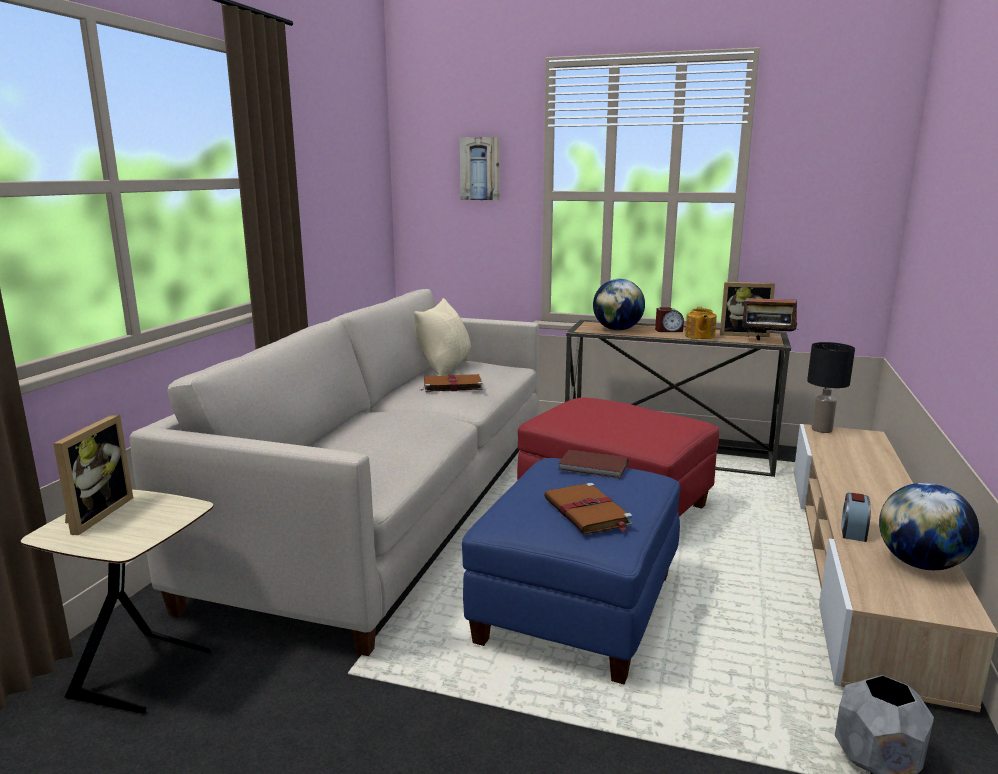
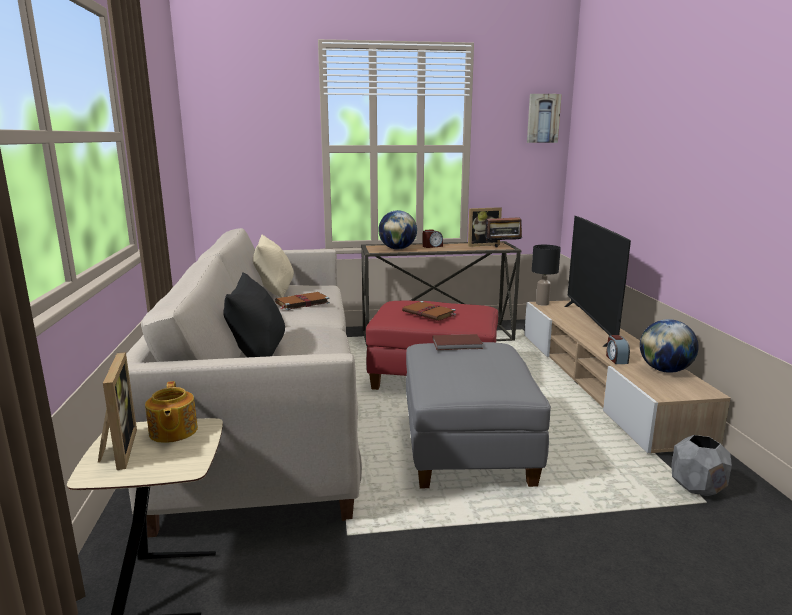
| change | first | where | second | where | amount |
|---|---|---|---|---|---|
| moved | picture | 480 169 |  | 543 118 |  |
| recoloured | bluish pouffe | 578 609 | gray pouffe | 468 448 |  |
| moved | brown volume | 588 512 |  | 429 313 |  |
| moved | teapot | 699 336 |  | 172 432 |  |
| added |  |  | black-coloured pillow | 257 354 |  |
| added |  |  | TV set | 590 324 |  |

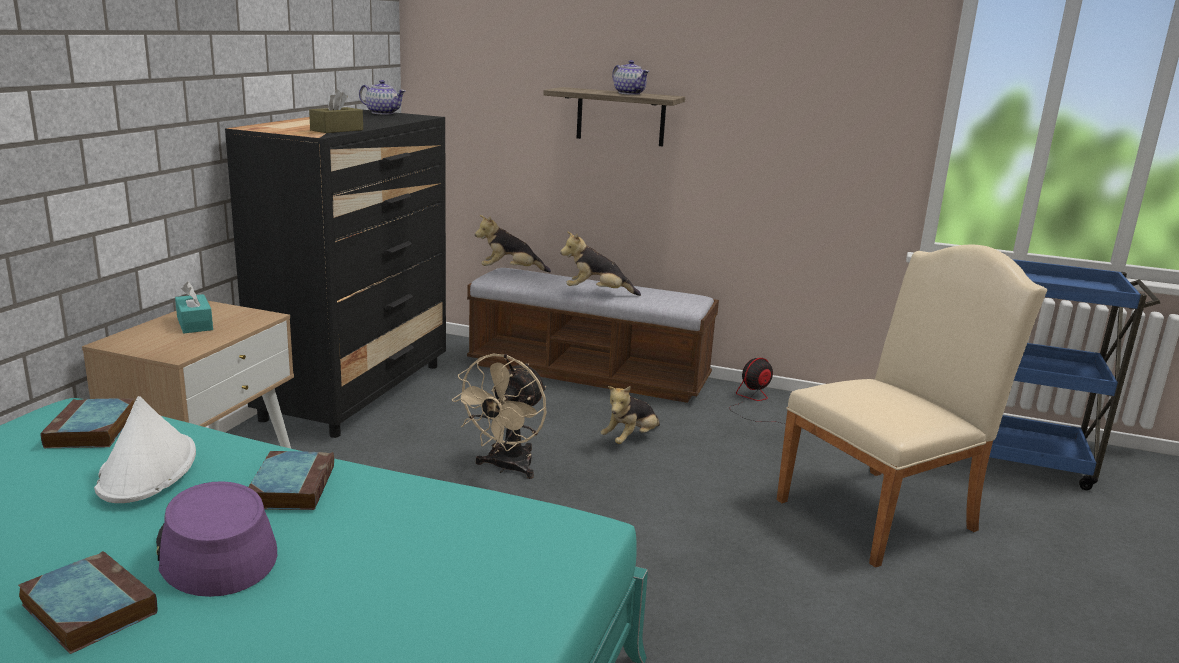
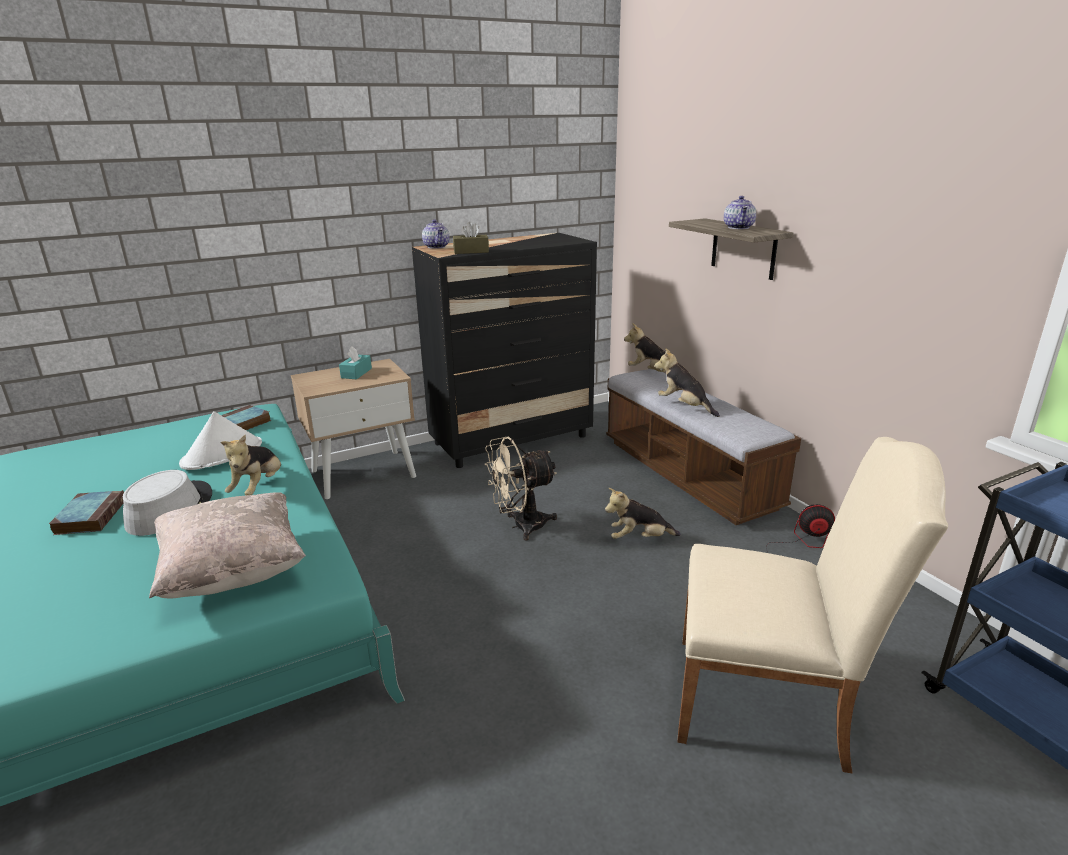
| change | first | where | second | where | amount |
|---|---|---|---|---|---|
| recoloured | purplish clothing hat | 215 550 | gray clothing hat | 169 509 |  |
| replaced | volume | 292 486 | plush toy | 258 487 |  |
| moved | teapot | 383 113 |  | 437 247 |  |
| added |  |  | beige-coloured pillow | 234 571 |  |

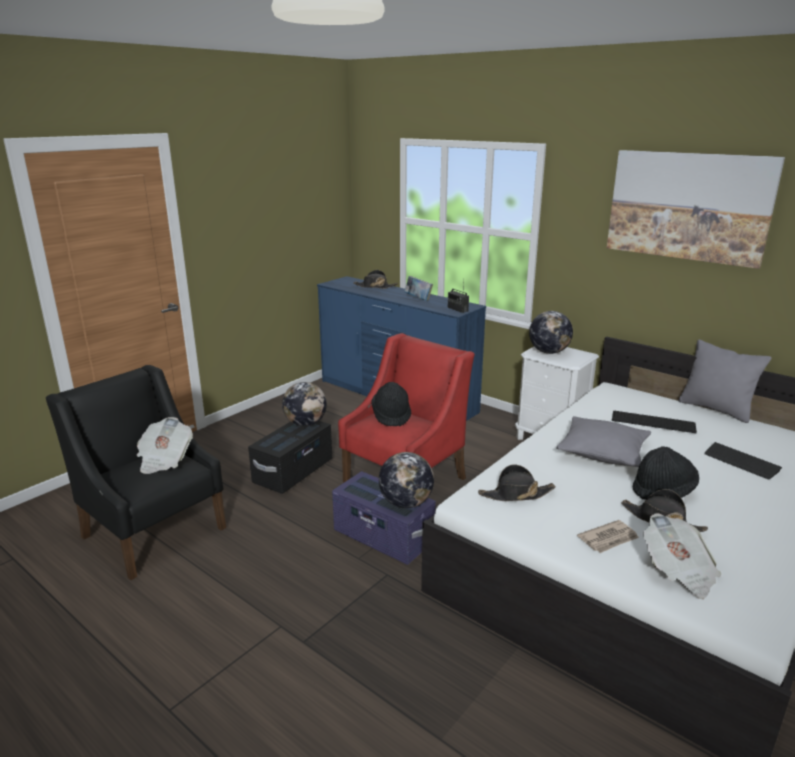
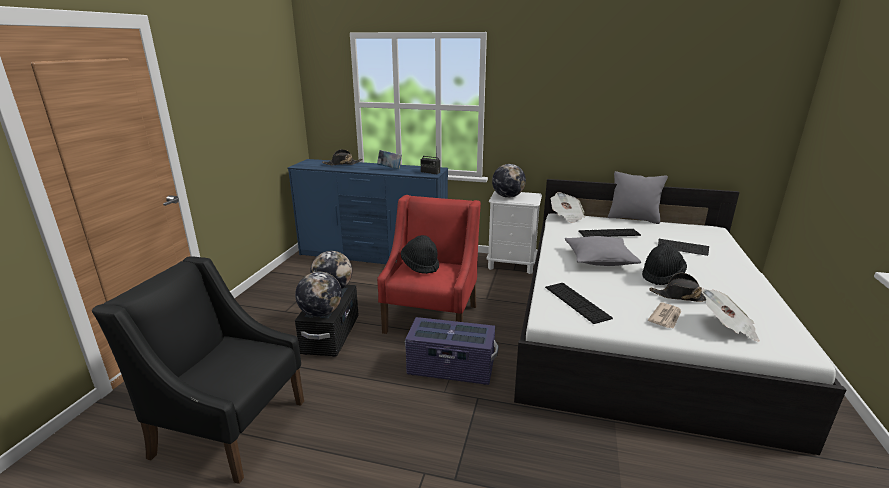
| change | first | where | second | where | amount |
|---|---|---|---|---|---|
| moved | daily paper | 164 459 |  | 566 216 |  |
| moved | desk globe | 406 503 |  | 321 313 |  |
| replaced | black-coloured clothing hat | 516 494 | PC keyboard | 576 302 |  |
| removed | picture | 688 206 |  |  |  |

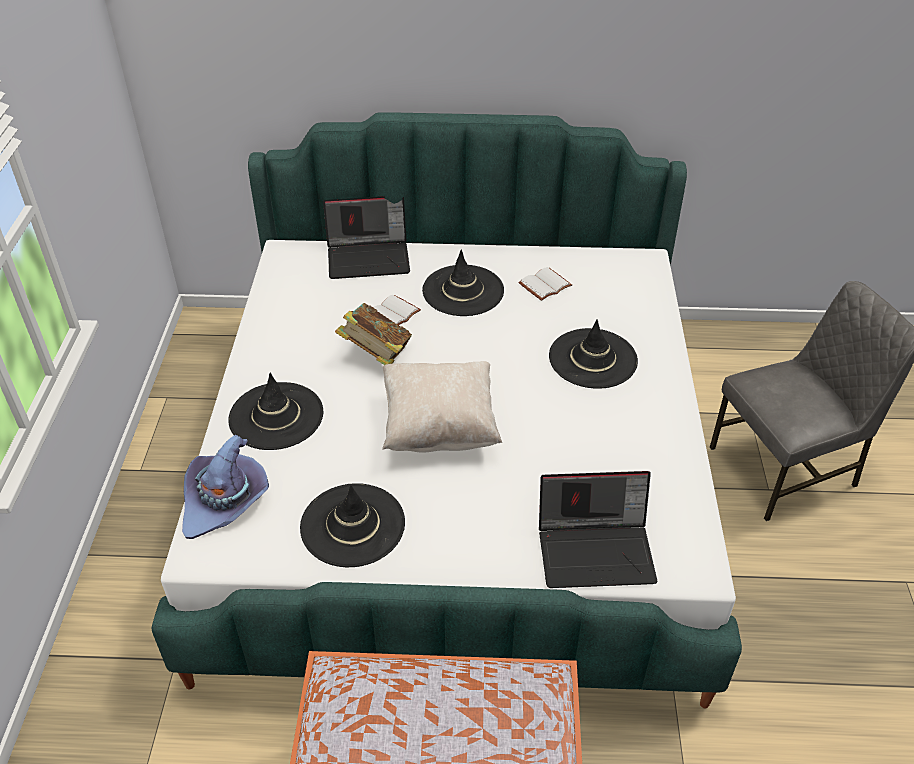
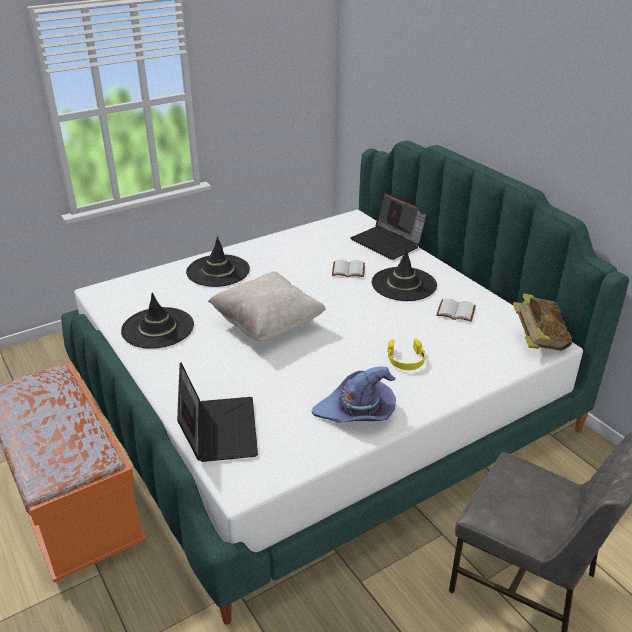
| change | first | where | second | where | amount |
|---|---|---|---|---|---|
| moved | purplish clothing hat | 225 501 |  | 357 412 |  |
| moved | volume | 376 354 |  | 538 342 |  |
| turned | laptop | 596 550 |  | 218 429 | 150 degrees counterclockwise |
| replaced | black-coloured clothing hat | 593 359 | yellowish pair of headphones | 406 359 |  |

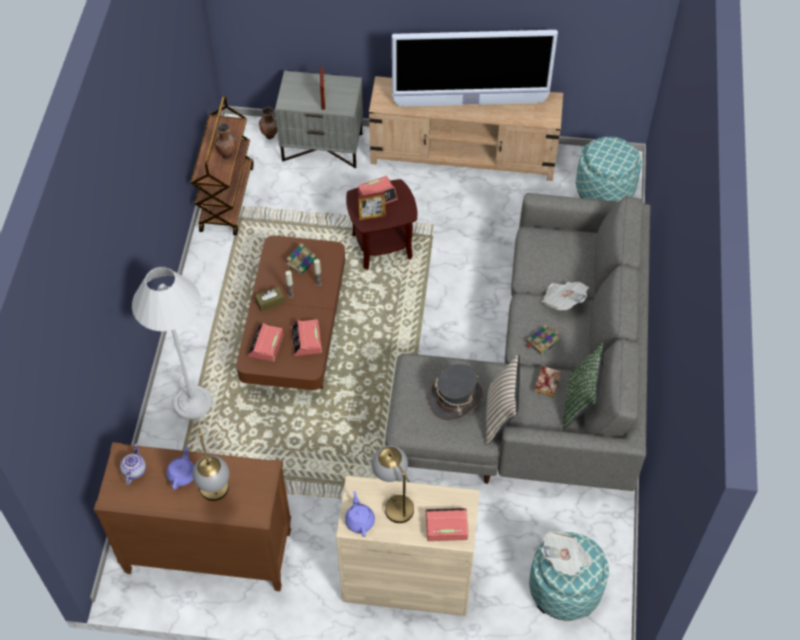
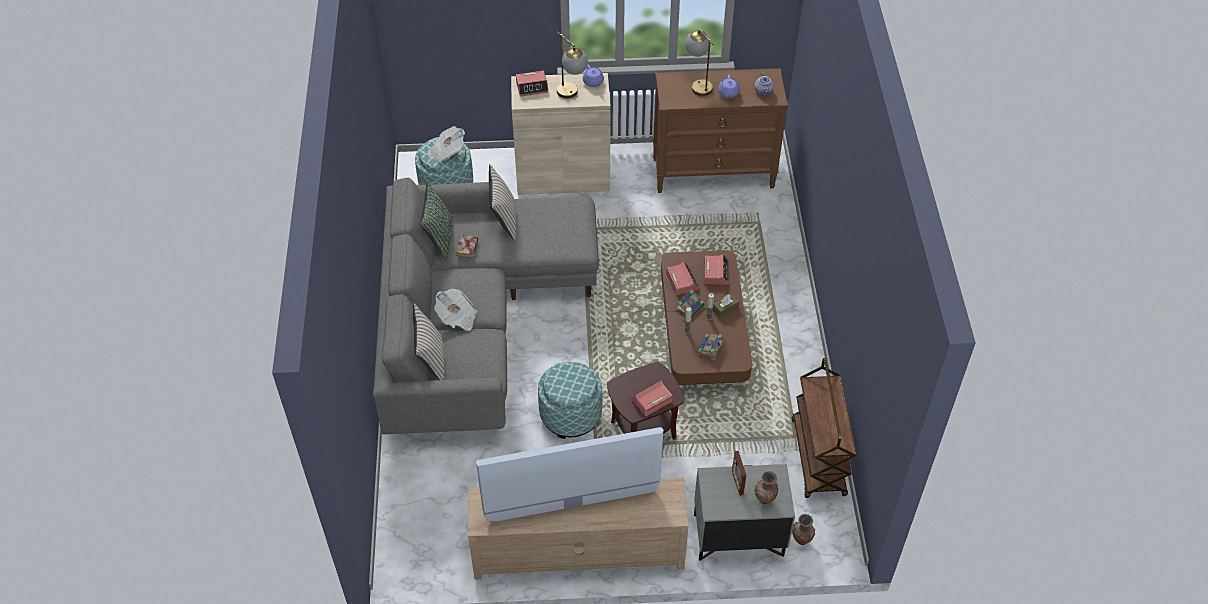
| change | first | where | second | where | amount |
|---|---|---|---|---|---|
| removed | white-coloured standing lamp | 192 402 |  |  |  |
| moved | brown vase | 227 154 |  | 764 500 |  |
| removed | picture frame | 372 217 |  |  |  |
| removed | gray clothing hat | 456 398 |  |  |  |
| moved | volume | 542 342 |  | 690 307 |  |
| moved | pouffe | 604 190 |  | 570 414 |  |
| added |  |  | beige-coloured pillow | 431 361 |  |

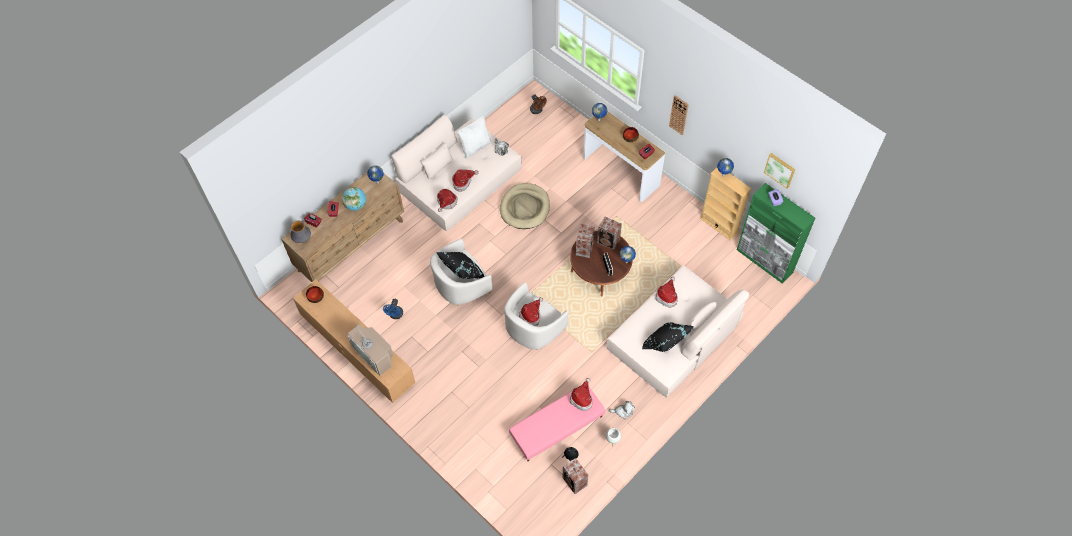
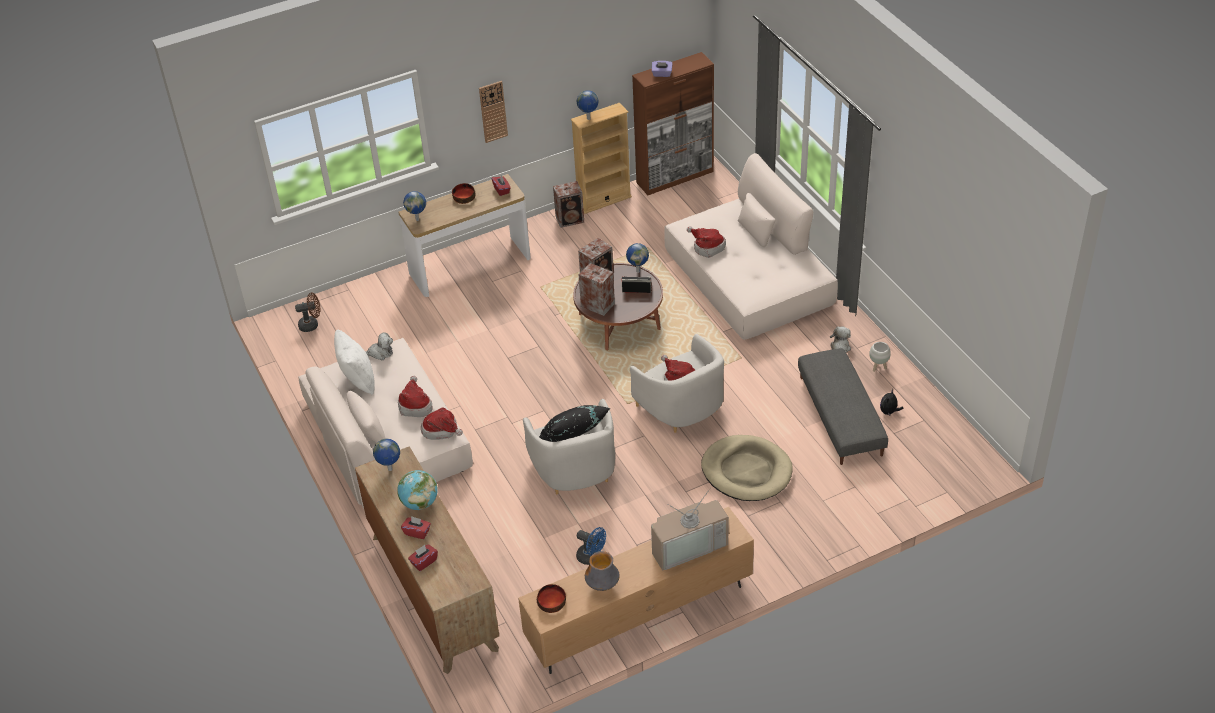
| change | first | where | second | where | amount |
|---|---|---|---|---|---|
| moved | vase | 302 239 |  | 602 586 |  |
| moved | beige-coloured dog cushion | 525 208 |  | 746 471 |  |
| recoloured | pinkish pouffe | 557 427 | gray pouffe | 840 415 |  |
| moved | loudspeaker | 575 482 |  | 570 219 |  |
| removed | clothing hat | 582 398 |  |  |  |
| removed | black-coloured pillow | 665 344 |  |  |  |
| recoloured | green-coloured cupboard | 764 261 | brown cupboard | 675 177 |  |
| removed | picture | 780 169 |  |  |  |

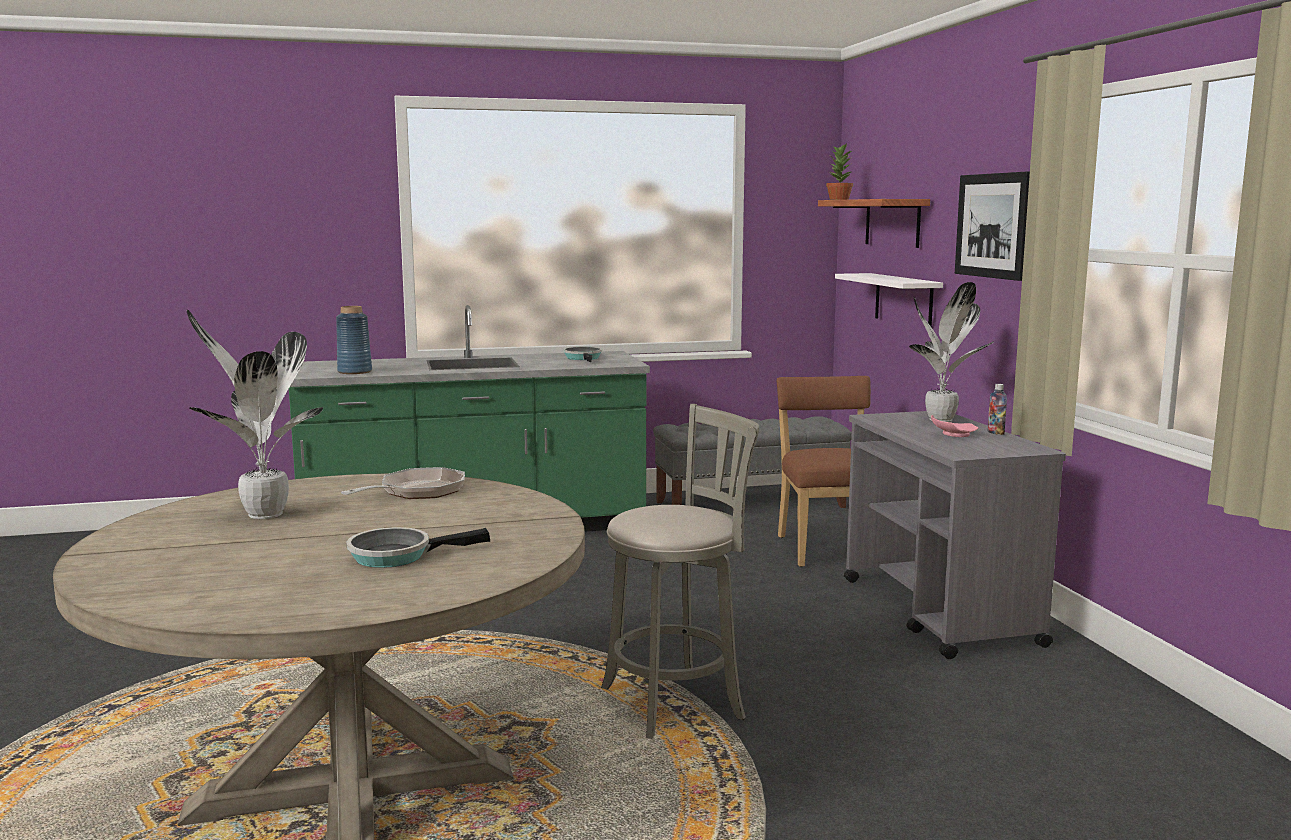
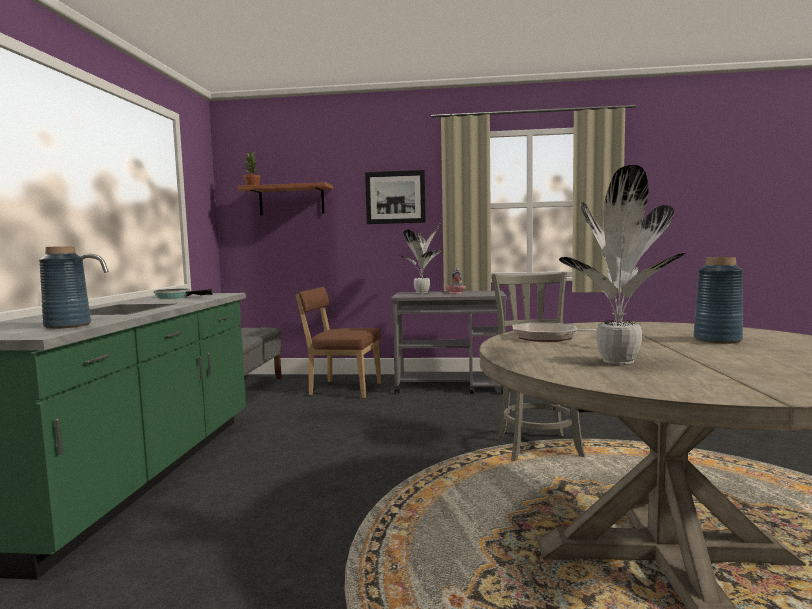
| change | first | where | second | where | amount |
|---|---|---|---|---|---|
| replaced | skillet | 397 555 | bluish vase | 717 340 |  |
| removed | white-coloured wall shelf | 903 300 |  |  |  |

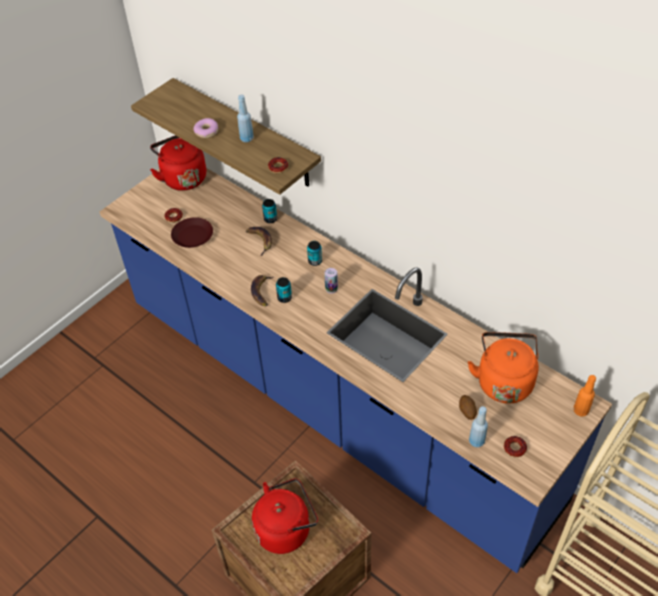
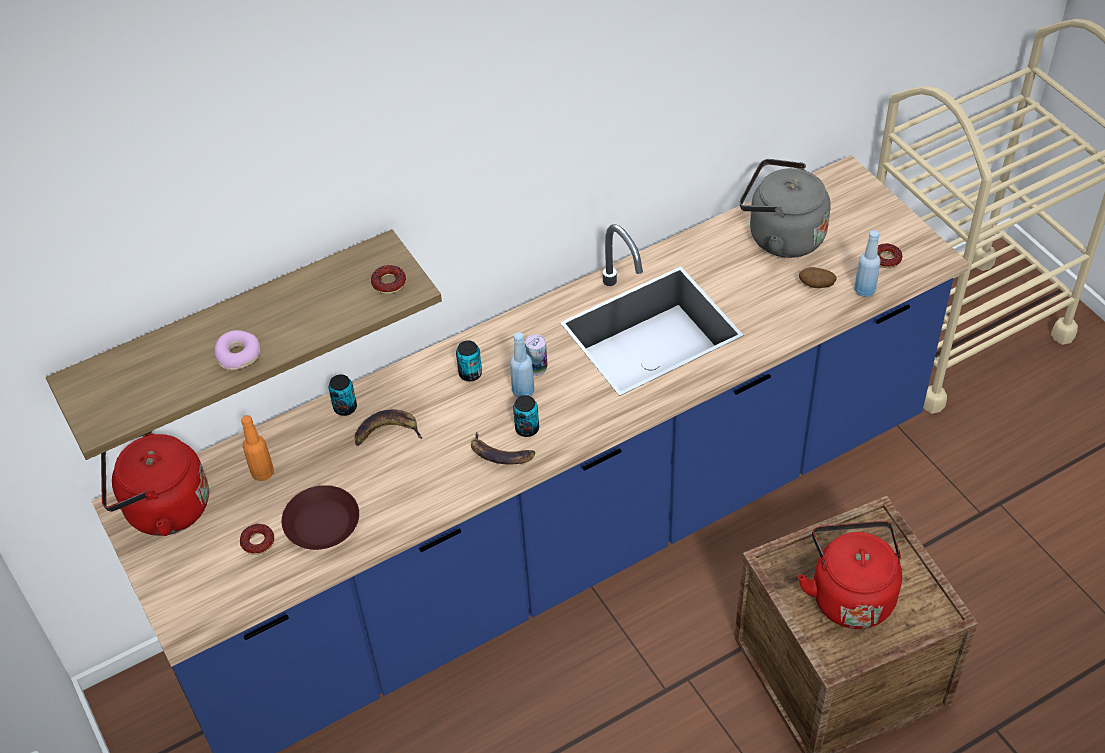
| change | first | where | second | where | amount |
|---|---|---|---|---|---|
| moved | bluish bottle | 246 138 |  | 523 391 |  |
| recoloured | orange-coloured water kettle | 503 381 | gray water kettle | 781 236 |  |
| moved | orange-coloured bottle | 580 410 |  | 262 473 |  |

